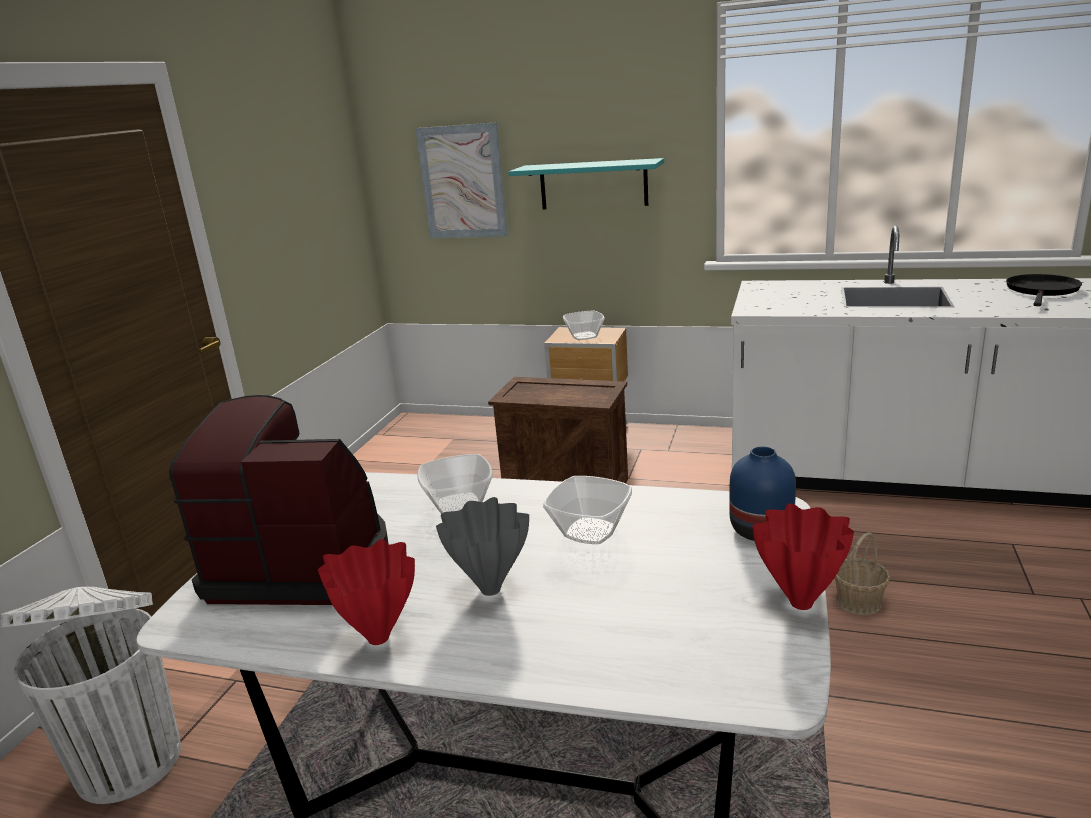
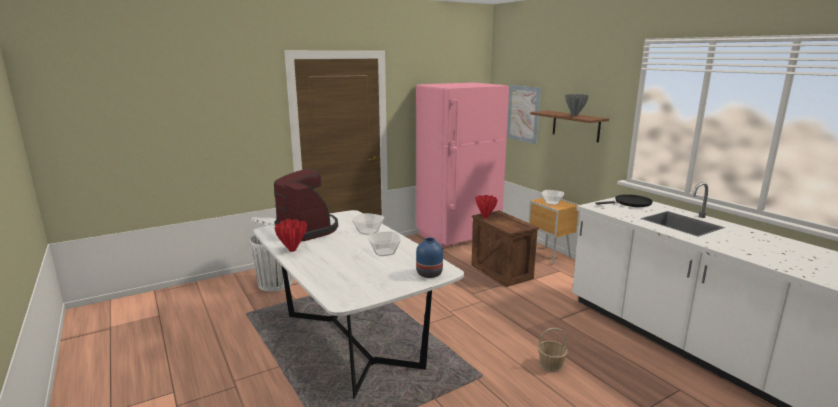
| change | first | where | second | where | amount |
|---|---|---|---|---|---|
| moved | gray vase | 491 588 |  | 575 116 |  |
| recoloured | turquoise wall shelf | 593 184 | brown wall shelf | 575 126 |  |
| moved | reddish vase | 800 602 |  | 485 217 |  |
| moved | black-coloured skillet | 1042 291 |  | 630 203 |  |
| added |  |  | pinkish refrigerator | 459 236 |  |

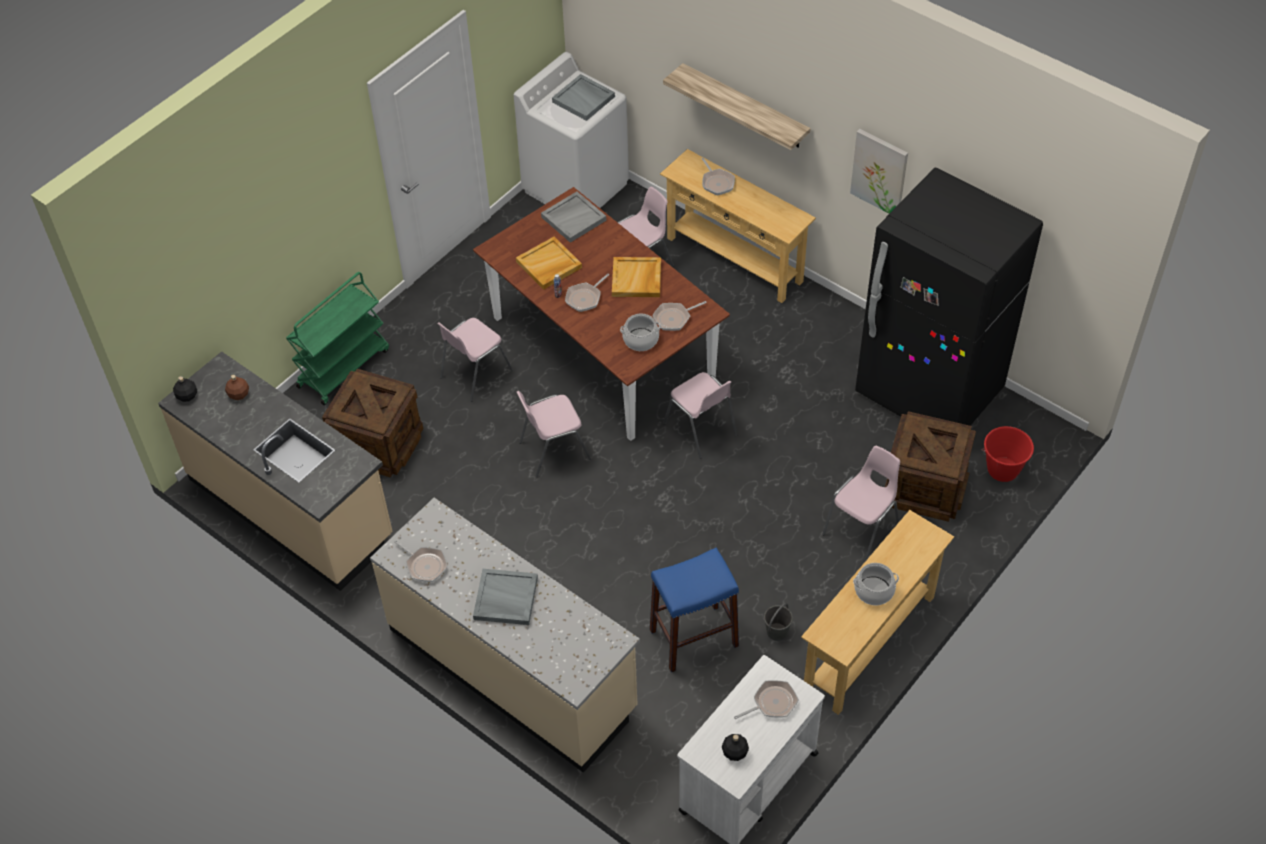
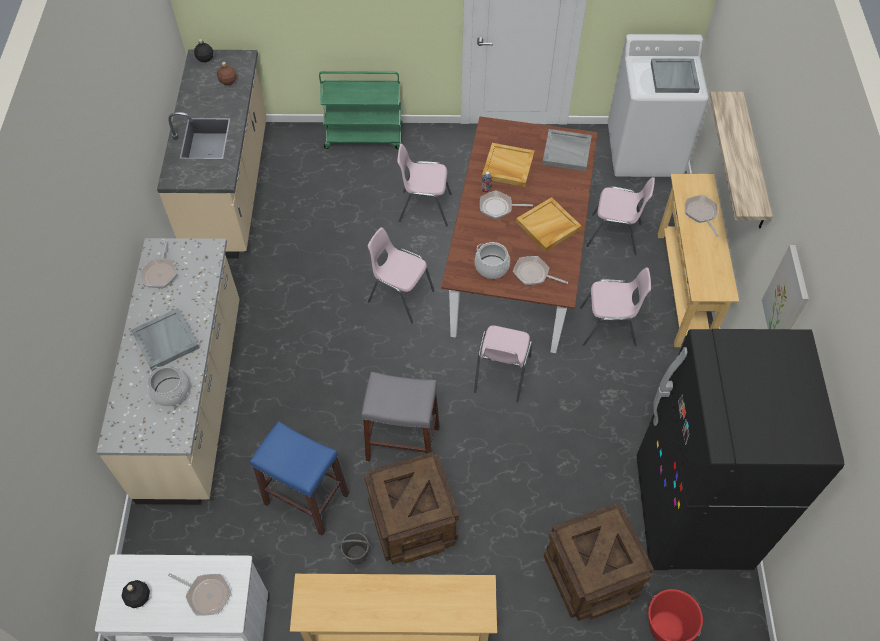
| change | first | where | second | where | amount |
|---|---|---|---|---|---|
| moved | packing crate | 379 444 |  | 413 522 |  |
| turned | skillet | 717 182 |  | 701 213 | 135 degrees clockwise |
| moved | pinkish chair | 862 528 |  | 608 327 |  |
| moved | saucepot | 874 590 |  | 171 391 |  |
| added |  |  | gray stool | 402 443 |  |

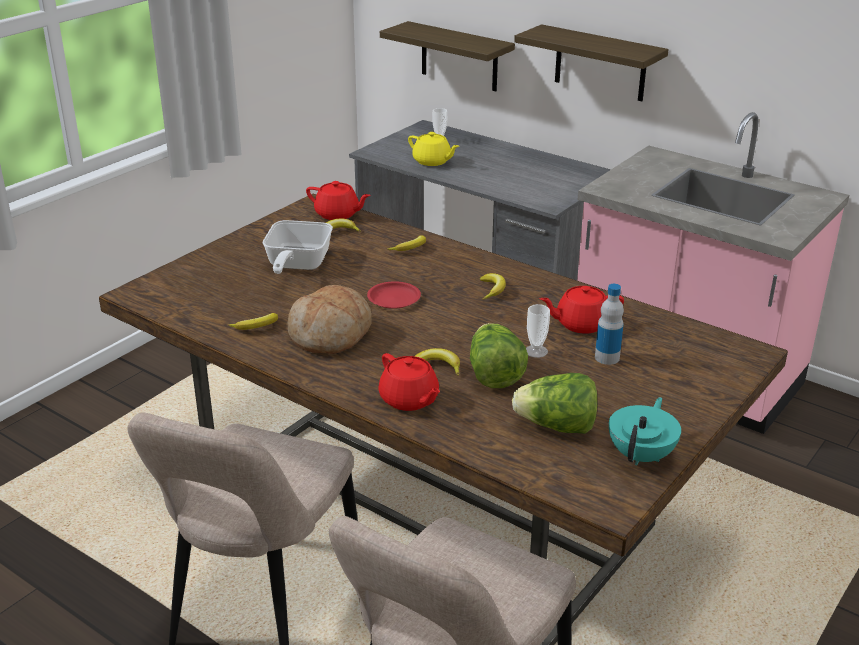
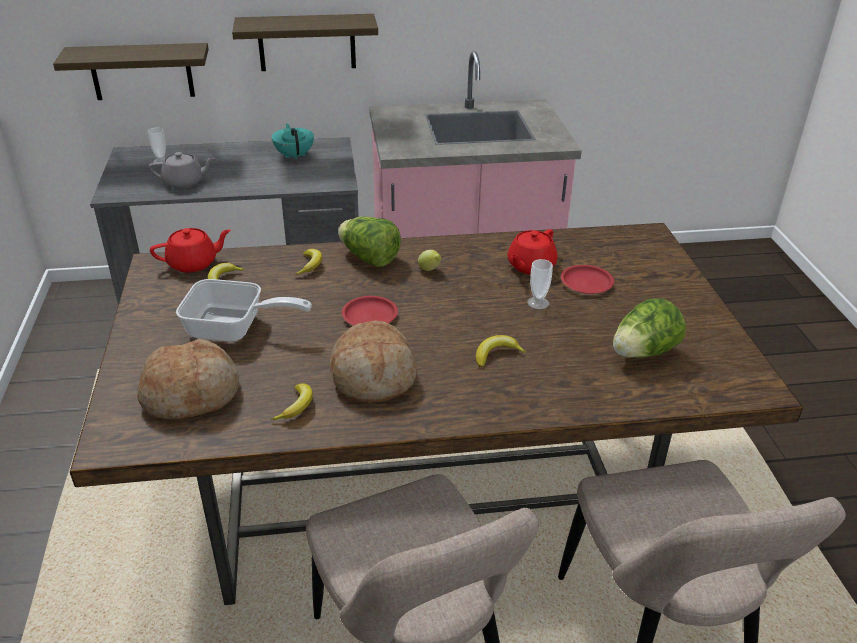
| change | first | where | second | where | amount |
|---|---|---|---|---|---|
| turned | skillet | 296 265 |  | 234 329 | 45 degrees counterclockwise |
| removed | reddish teapot | 409 400 |  |  |  |
| recoloured | yellowish teapot | 432 161 | gray teapot | 184 182 |  |
| moved | lettuce head | 494 375 |  | 369 258 |  |
| replaced | whole banana | 492 290 | lemon | 430 270 |  |
| replaced | bottle | 607 357 | reddish flat dish | 586 283 |  |
| moved | turquoise teapot | 642 455 |  | 294 156 |  |
| added |  |  | baked bread | 191 393 |  |

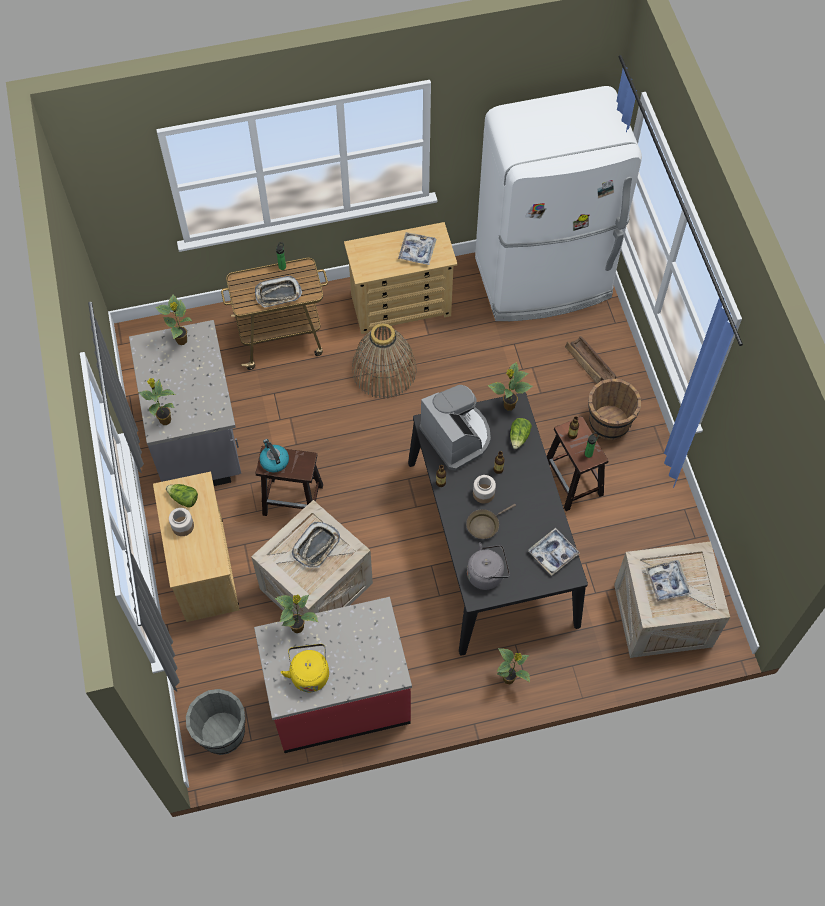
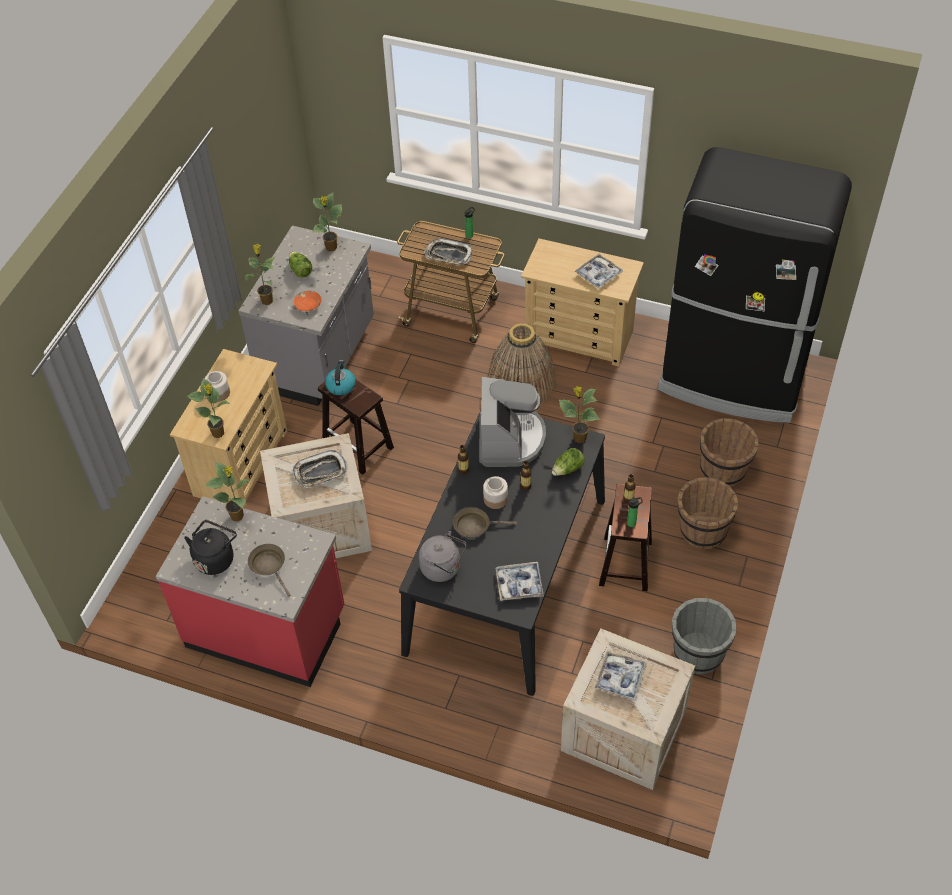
| change | first | where | second | where | amount |
|---|---|---|---|---|---|
| moved | lettuce head | 183 499 |  | 300 270 |  |
| moved | gray bucket | 221 732 |  | 698 652 |  |
| recoloured | yellowish water kettle | 309 673 | black-coloured water kettle | 215 558 |  |
| recoloured | white-coloured refrigerator | 544 279 | black-coloured refrigerator | 733 377 |  |
| moved | plant in a pot | 509 679 |  | 218 433 |  |
| replaced | packing crate | 590 364 | brown bucket | 723 471 |  |
| added |  |  | brown skillet | 269 566 |  |
| added |  |  | orange-coloured deep dish | 308 305 |  |

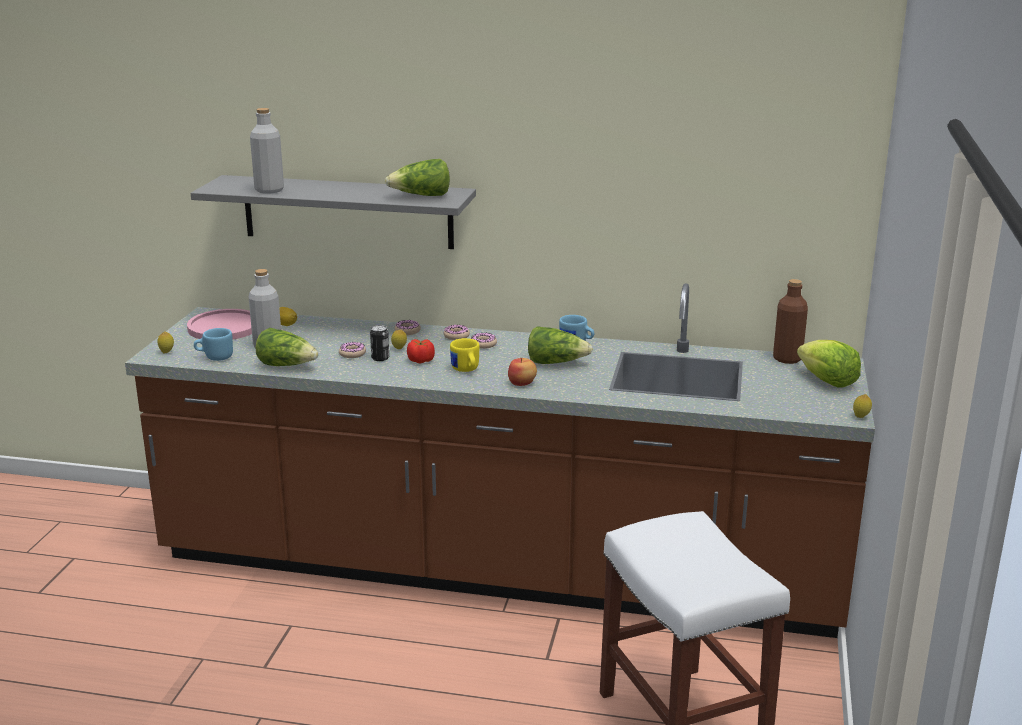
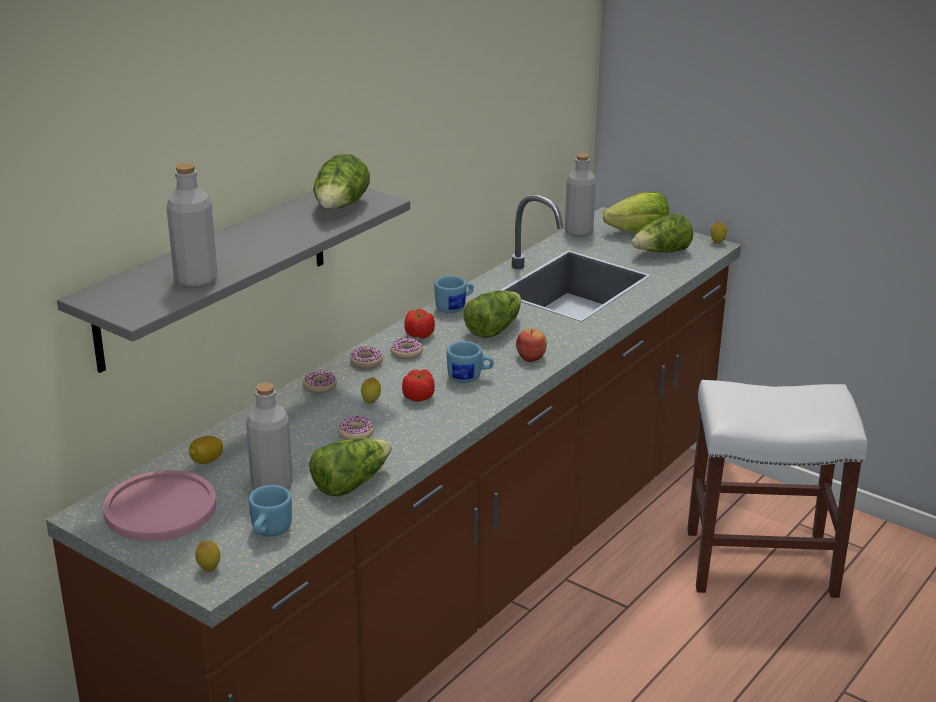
| change | first | where | second | where | amount |
|---|---|---|---|---|---|
| removed | metal can | 380 358 |  |  |  |
| recoloured | yellowish mug | 466 370 | bluish mug | 469 378 |  |
| recoloured | brown bottle | 787 359 | gray bottle | 578 232 |  |
| added |  |  | fresh tomato | 419 335 |  |
| added |  |  | lettuce head | 662 252 |  |

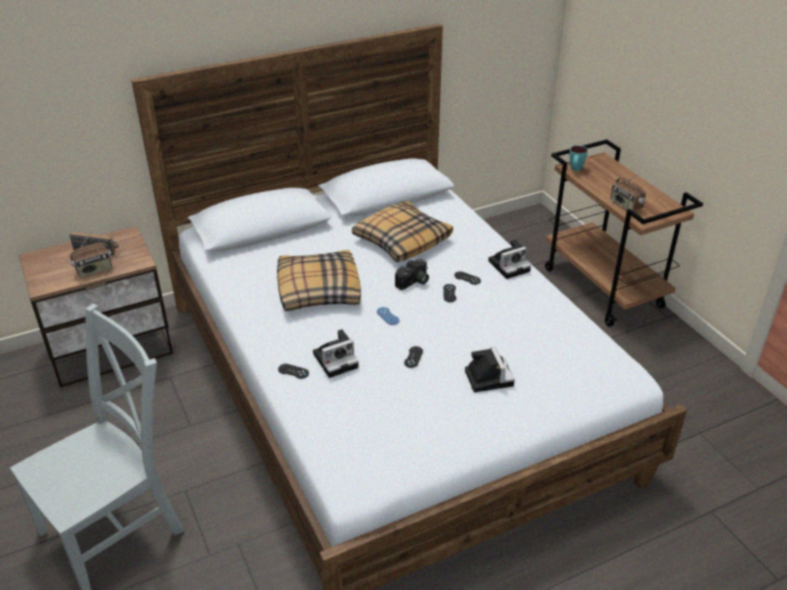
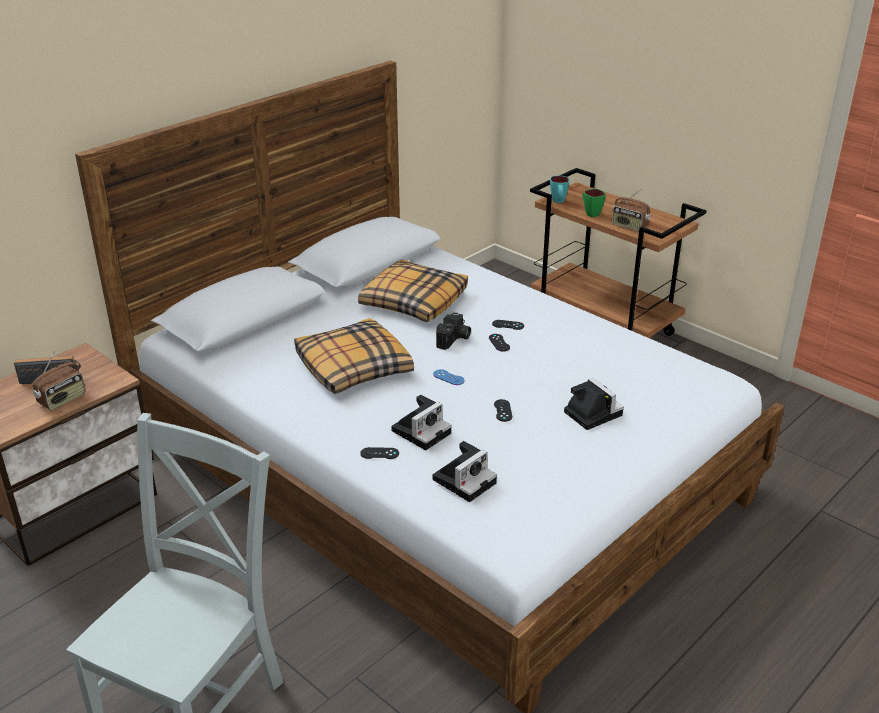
| change | first | where | second | where | amount |
|---|---|---|---|---|---|
| moved | photo camera | 510 265 |  | 465 480 |  |
| added |  |  | green-coloured mug | 590 213 |  |

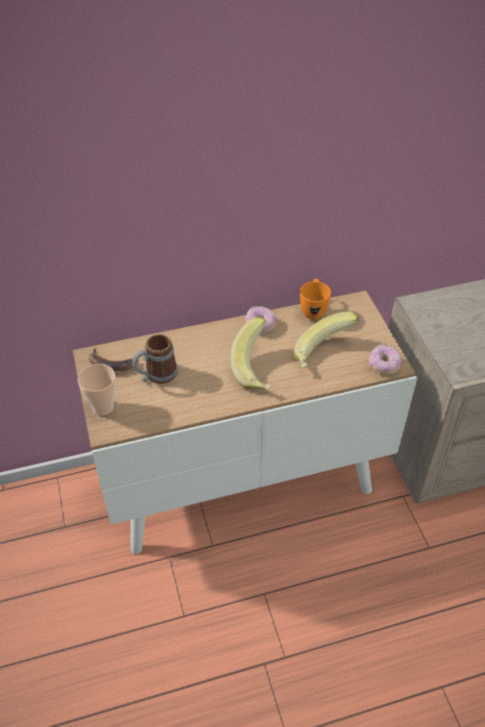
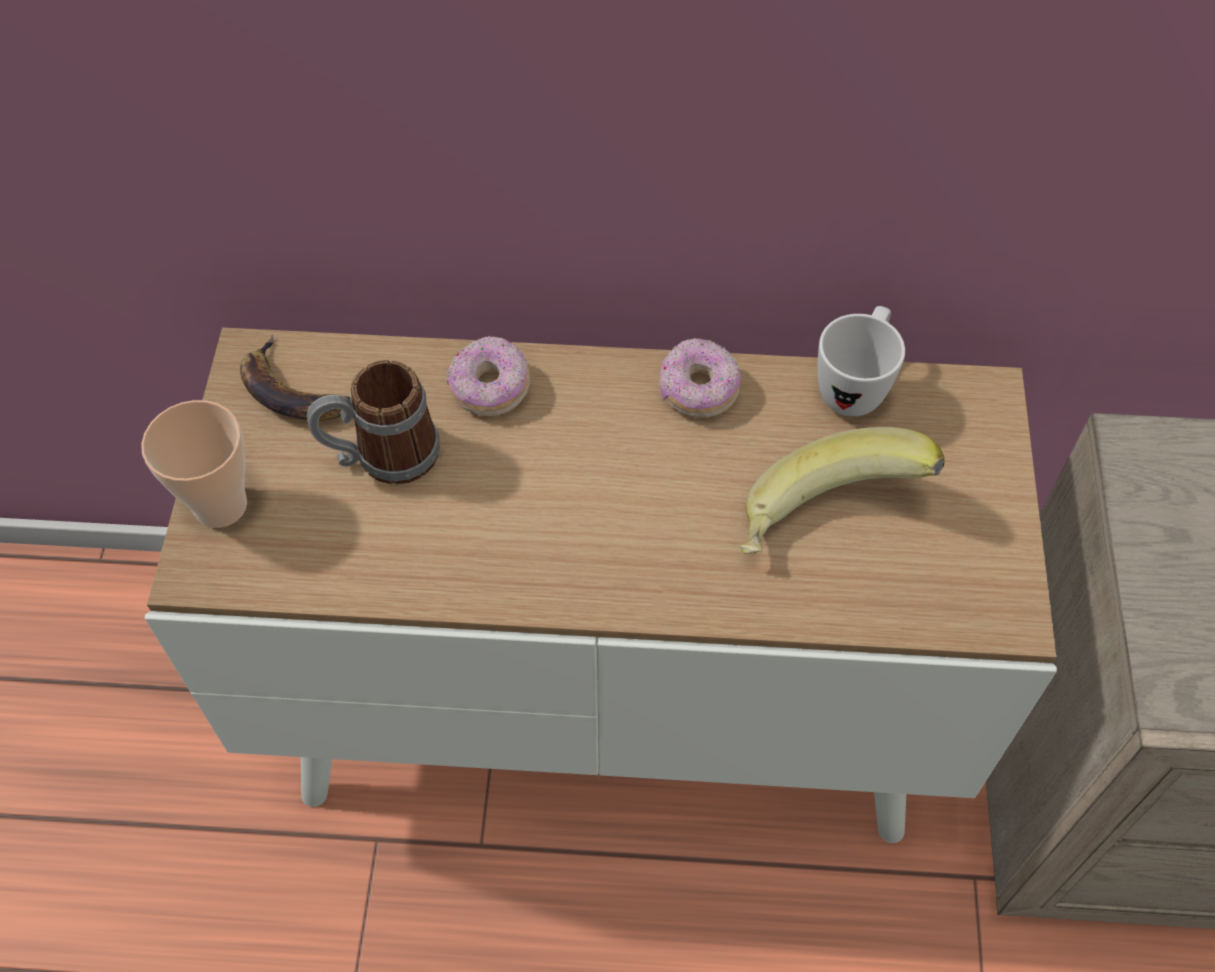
| change | first | where | second | where | amount |
|---|---|---|---|---|---|
| removed | whole banana | 257 369 |  |  |  |
| recoloured | orange-coloured mug | 313 310 | white-coloured mug | 855 386 |  |
| moved | donut | 383 365 |  | 489 388 |  |

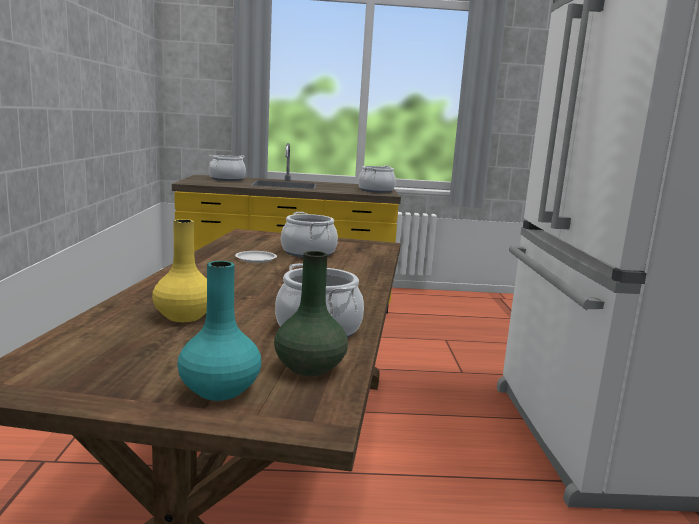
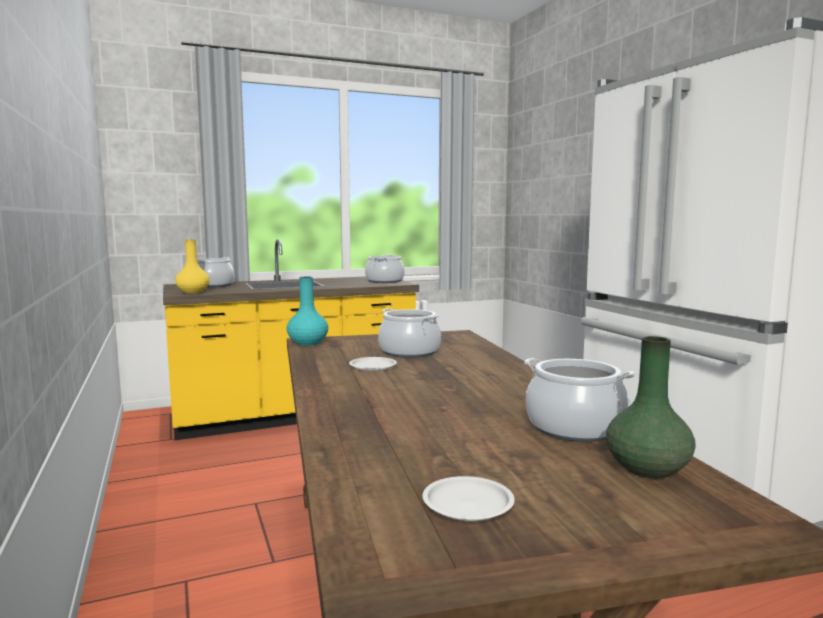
| change | first | where | second | where | amount |
|---|---|---|---|---|---|
| moved | yellowish vase | 185 316 |  | 193 292 |  |
| moved | turquoise vase | 221 390 |  | 308 343 |  |
| added |  |  | white-coloured flat dish | 467 504 |  |

